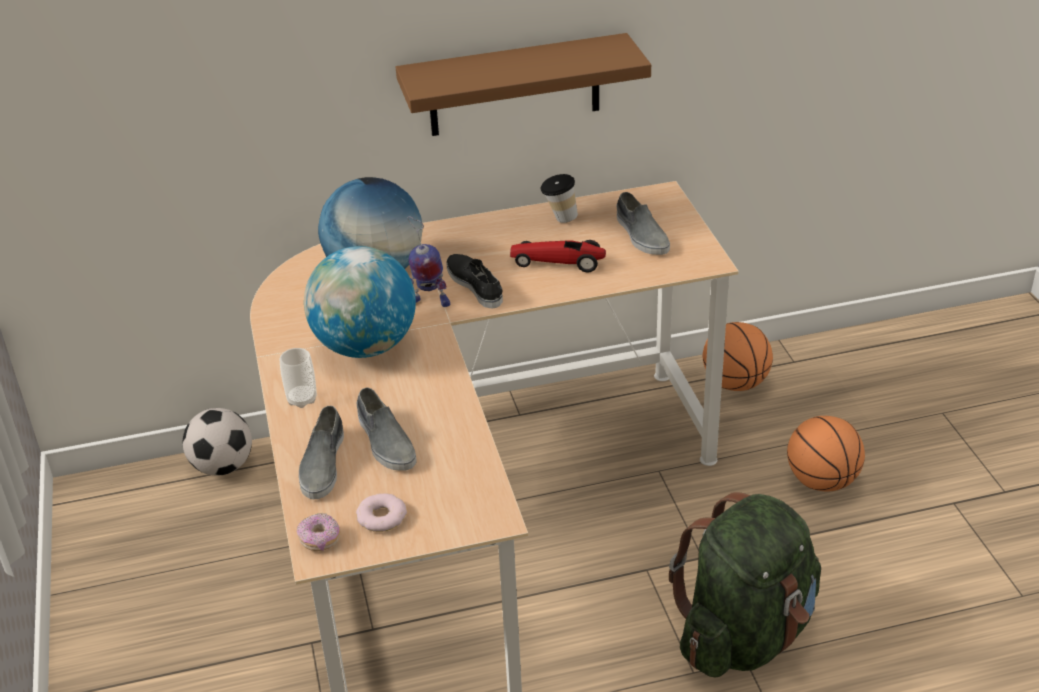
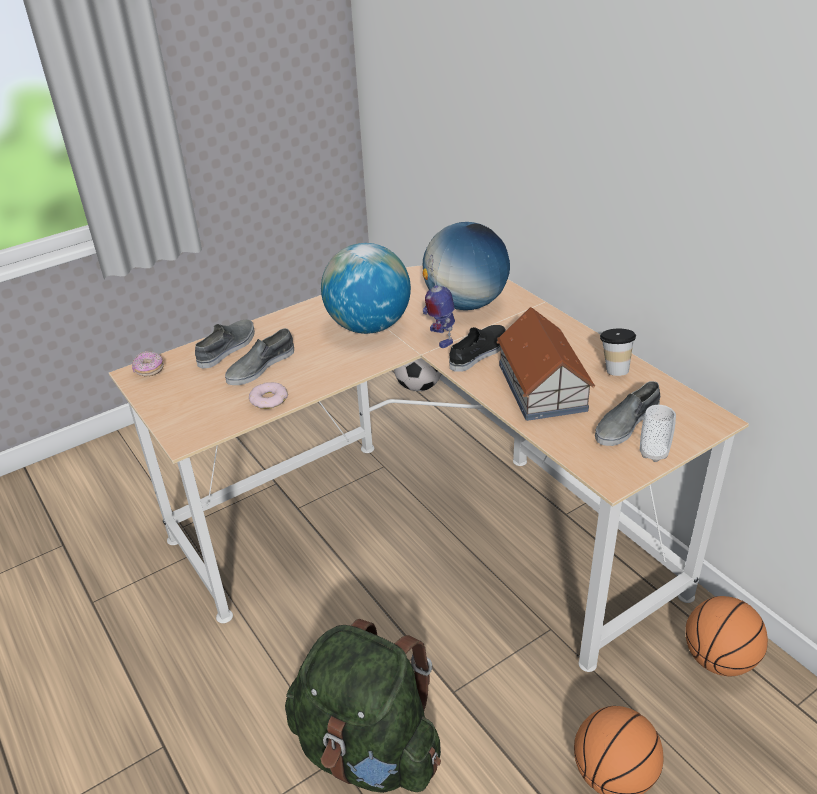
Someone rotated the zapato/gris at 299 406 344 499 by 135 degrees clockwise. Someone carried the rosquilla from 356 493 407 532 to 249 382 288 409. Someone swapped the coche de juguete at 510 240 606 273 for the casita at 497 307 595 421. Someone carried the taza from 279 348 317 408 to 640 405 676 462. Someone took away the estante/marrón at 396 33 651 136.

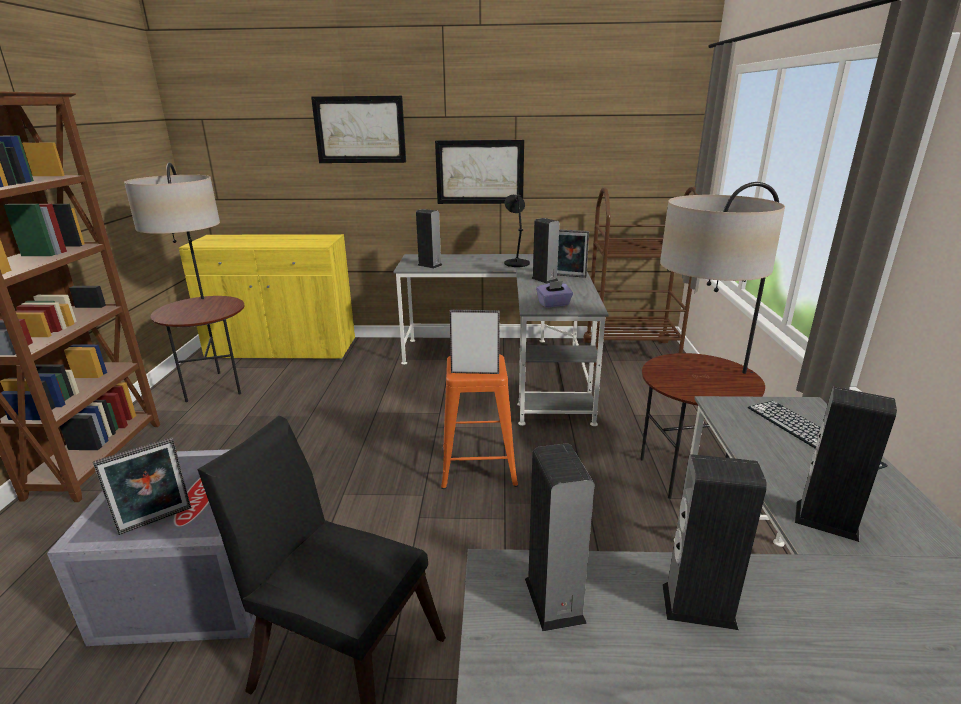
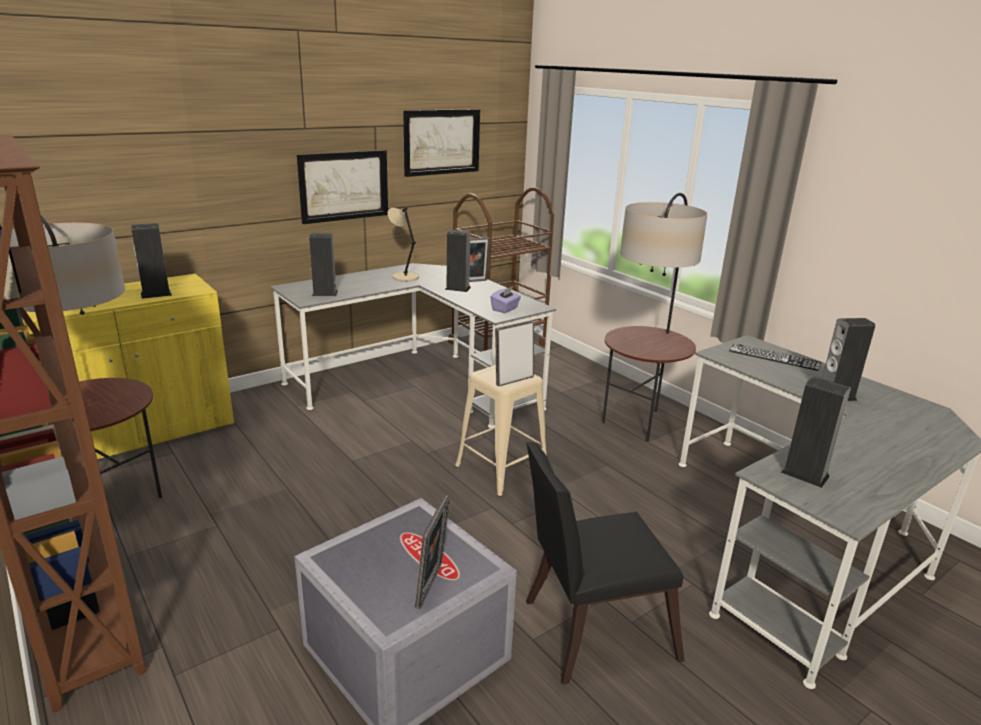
Someone carried the altavoz from 662 454 767 630 to 131 223 172 299. Someone repainted the lámpara de mesa/negro at 504 195 530 267, which became the lámpara de mesa/beis at 388 208 419 281. Someone carried the cuadro from 311 96 406 163 to 403 109 480 177. Someone repainted the taburete/naranja at 441 354 518 489, which became the taburete/beis at 455 365 547 497.

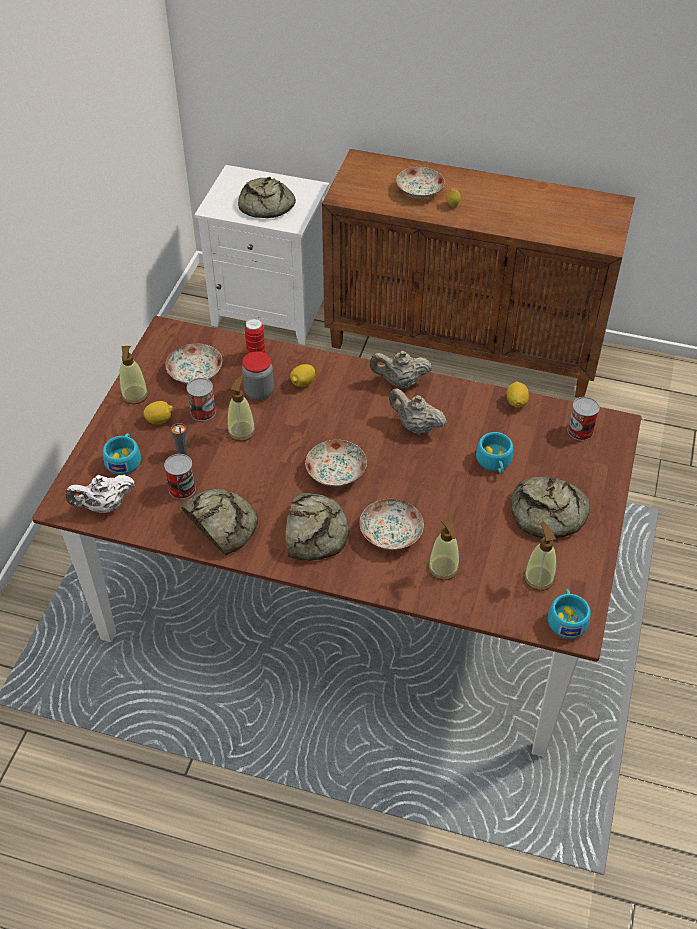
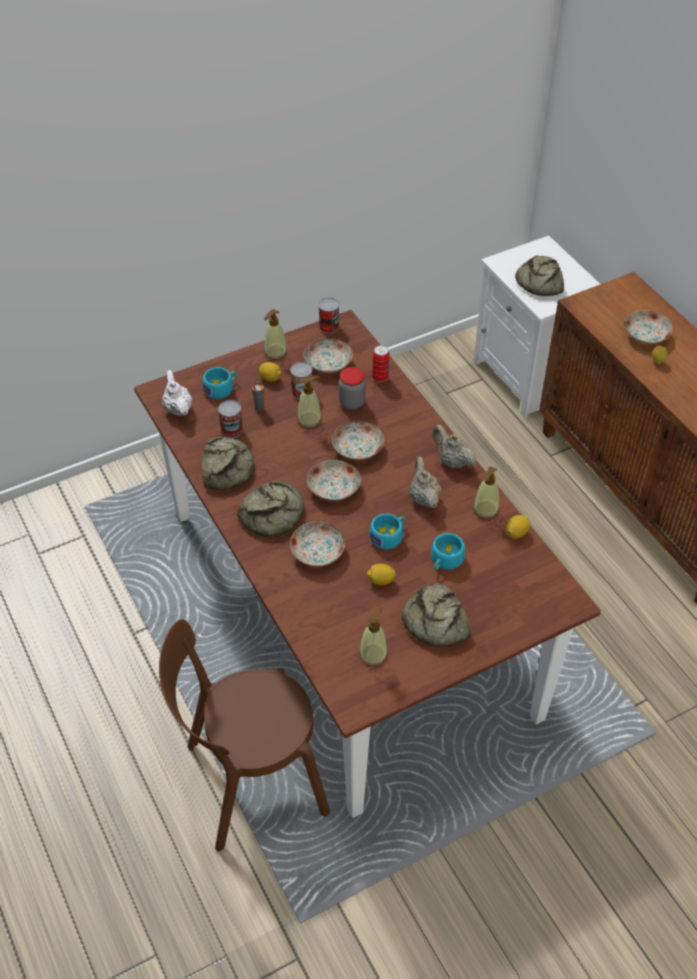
Someone put down the silla/marrón at 159 619 330 851. Someone rotated the tetera/blanco at 66 475 135 513 by 45 degrees clockwise. Someone carried the lata from 568 397 600 441 to 318 297 339 333. Someone put down the plato at 332 421 384 460. Someone carried the limón from 290 364 315 387 to 367 564 396 585. Someone carried the taza/turquesa from 548 589 591 639 to 369 513 405 550. Someone carried the dispensador de jabón from 428 519 459 580 to 473 466 499 519.

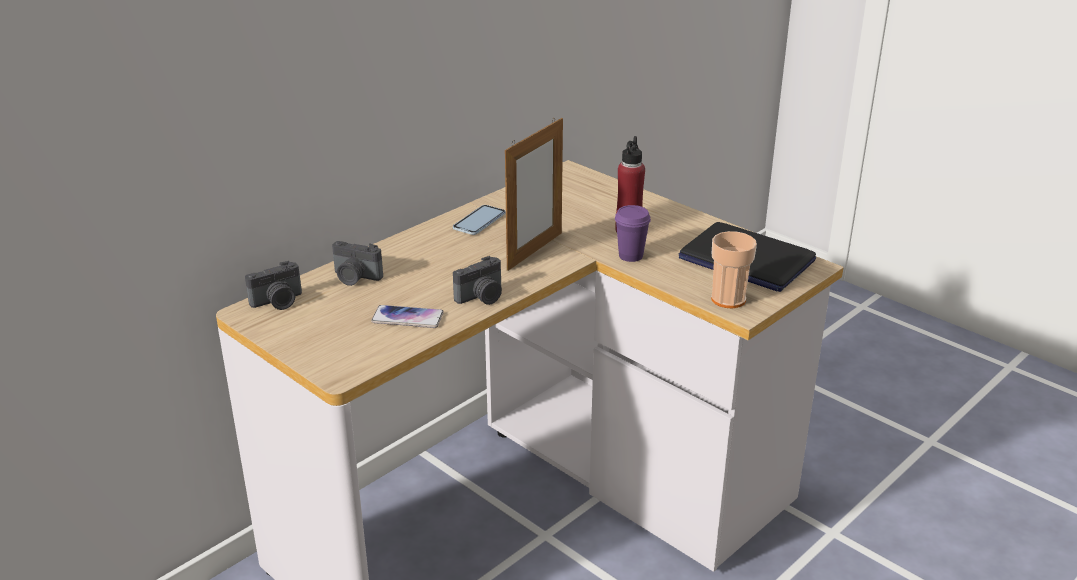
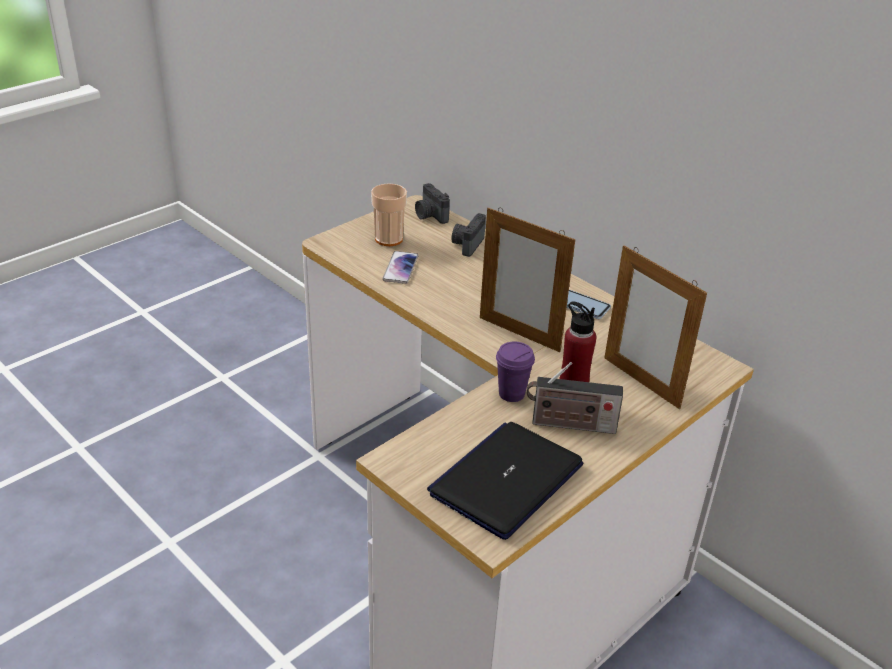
Someone carried the taza from 711 231 757 308 to 371 183 407 246. Someone put down the radio at 527 362 623 434. Someone put down the portarretratos at 604 245 707 409. Someone took away the cámara at 453 256 502 305.

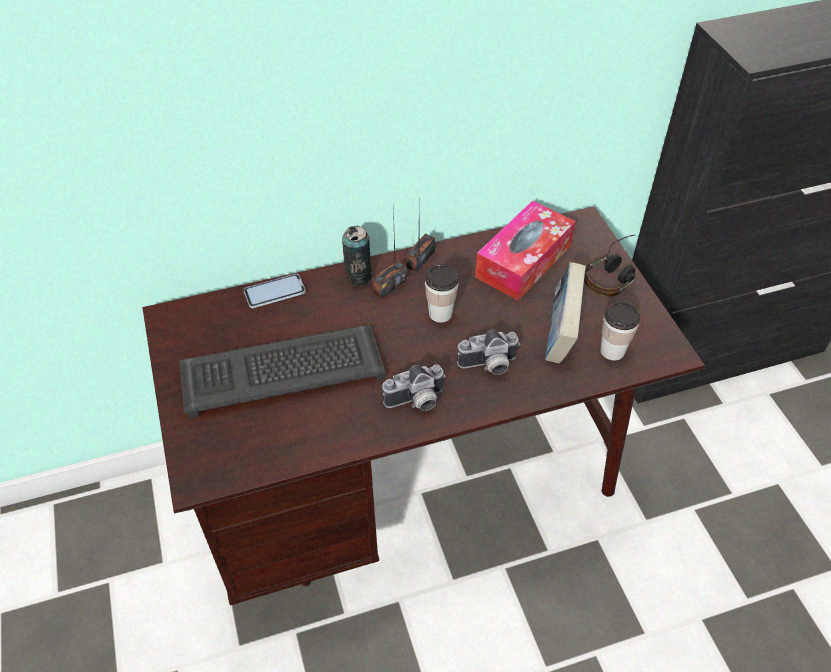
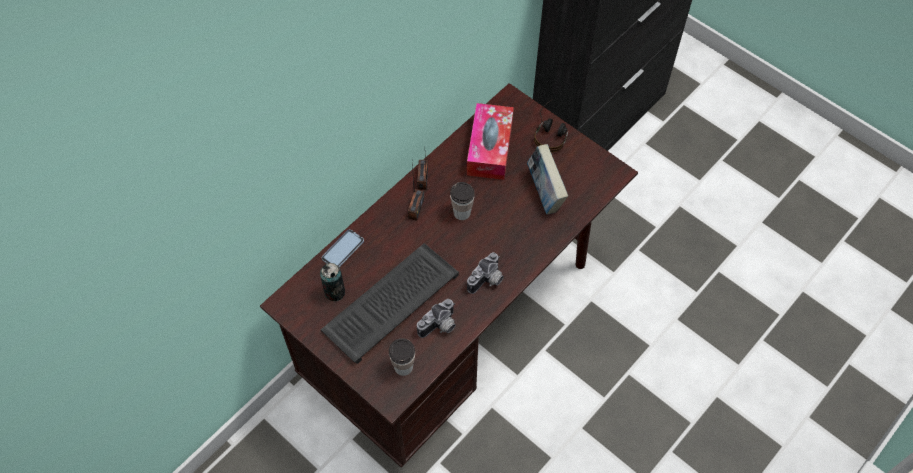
Someone carried the lata from 342 226 371 286 to 320 263 345 301. Someone carried the taza from 600 301 640 360 to 389 338 415 376. Someone carried the cámara from 457 330 521 375 to 417 299 456 338.

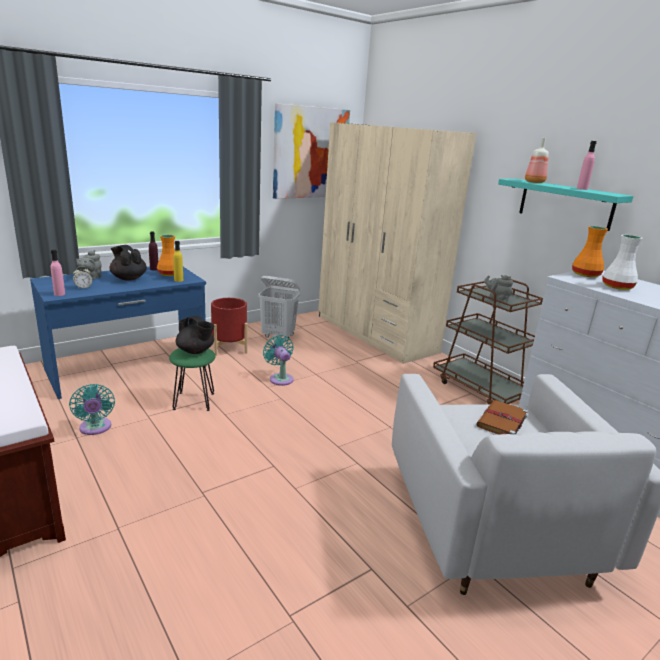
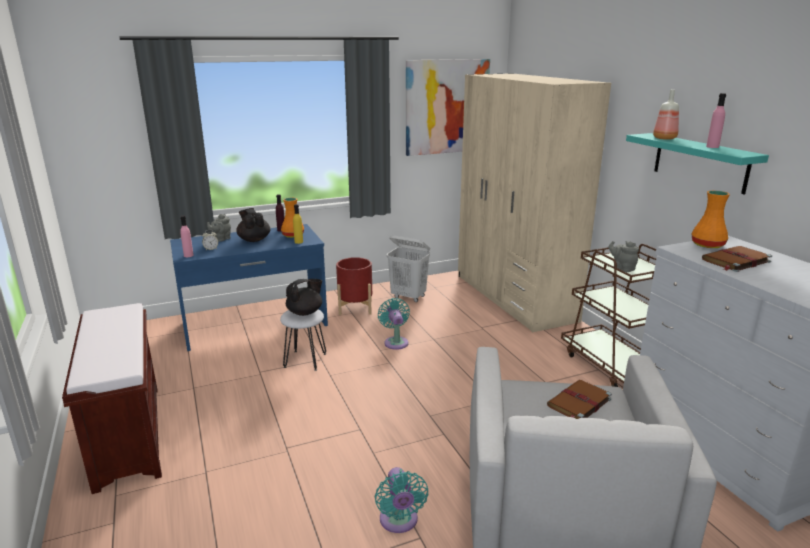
Someone repainted the taburete/verde at 169 348 215 411, which became the taburete/blanco at 280 309 326 371. Someone rotated the tetera/negro at 176 316 214 354 by 90 degrees counterclockwise. Someone carried the ventilador/turquesa from 69 384 115 435 to 375 467 428 533. Someone swapped the florero/blanco at 603 235 643 290 for the libro/marrón at 702 246 772 272.

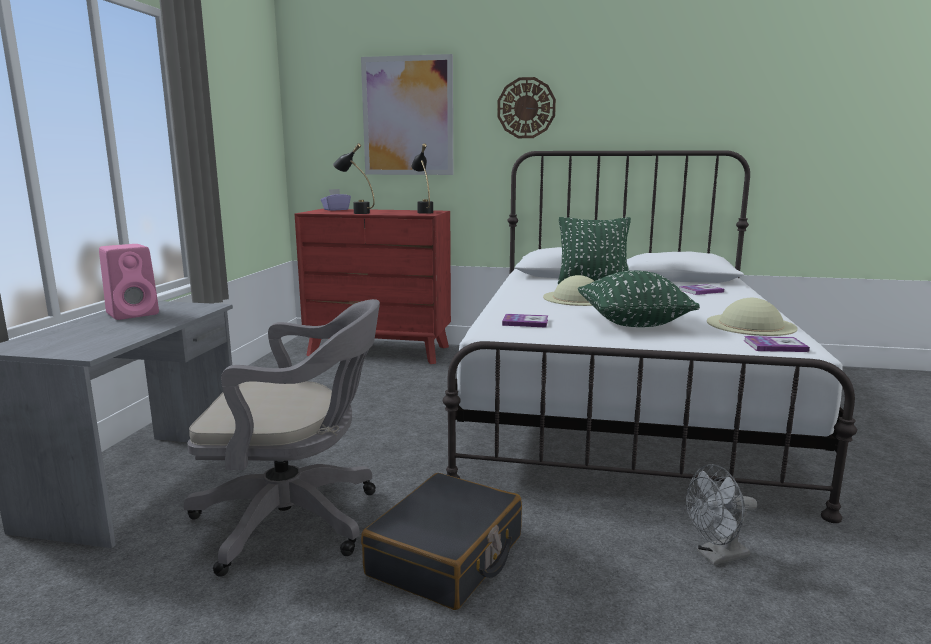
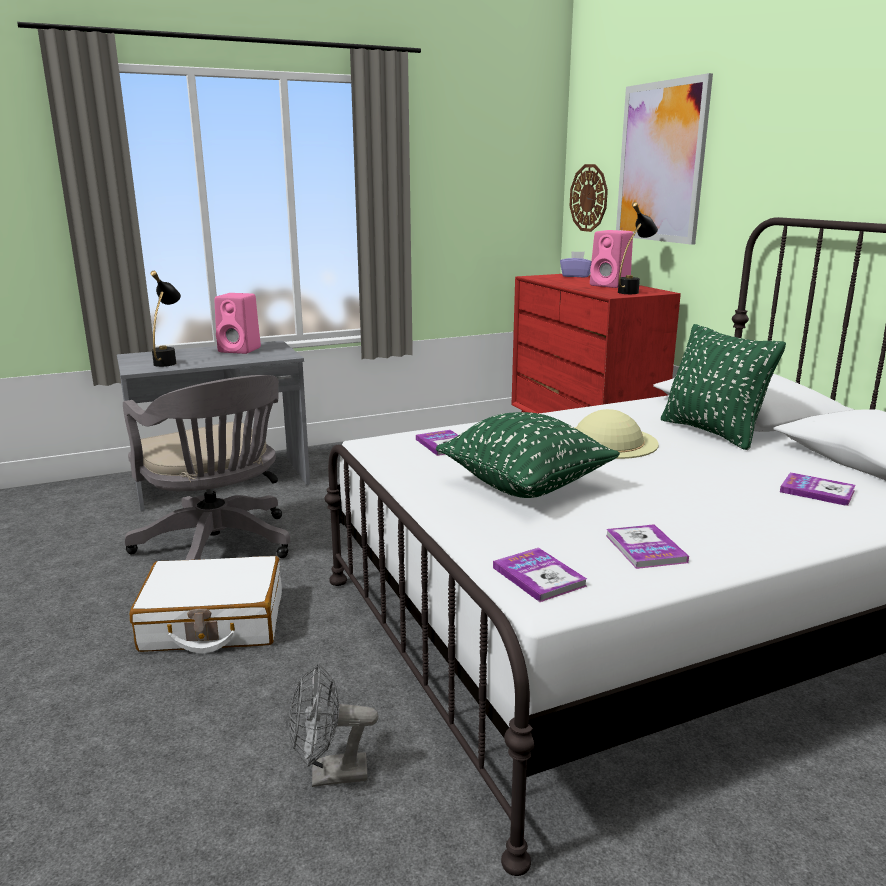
Someone repainted the maleta/negro at 361 473 522 610, which became the maleta/blanco at 130 556 282 653. Someone carried the lámpara de mesa/negro from 333 143 375 214 to 151 271 181 367. Someone rotated the ventilador/gris at 686 464 757 565 by 45 degrees counterclockwise. Someone carried the reloj de pared from 497 77 556 138 to 570 164 608 232. Someone put down the altavoz/rosa at 590 230 633 288. Someone swapped the sombrero/beis at 707 298 798 336 for the libro at 606 524 689 569.

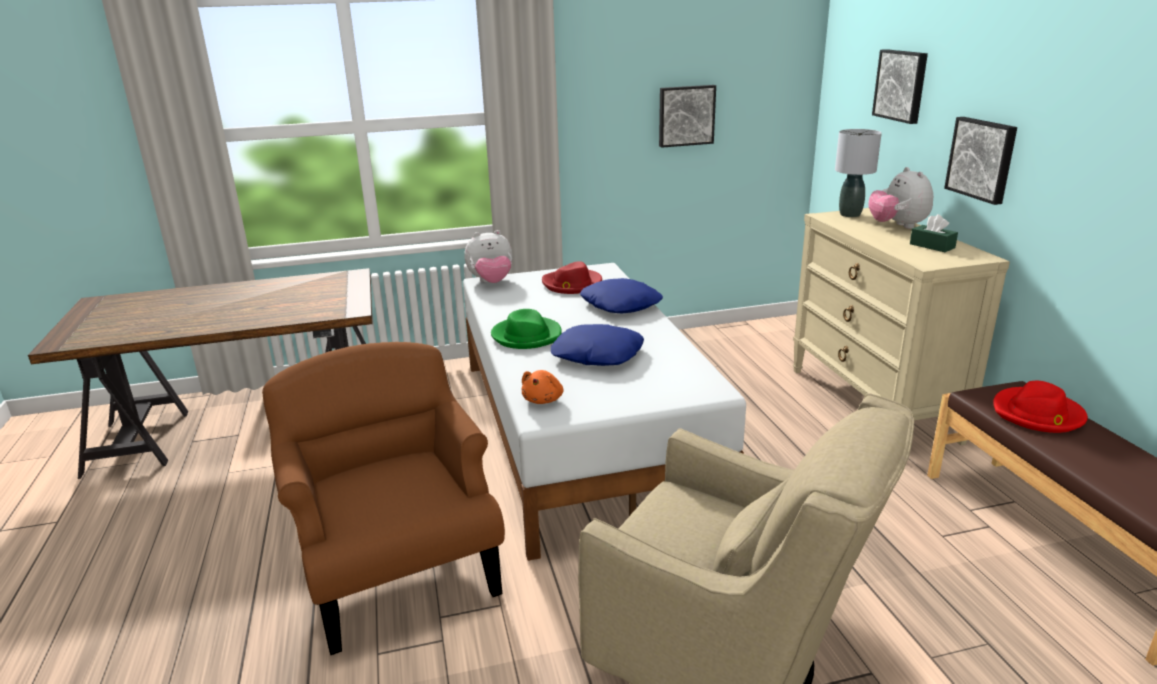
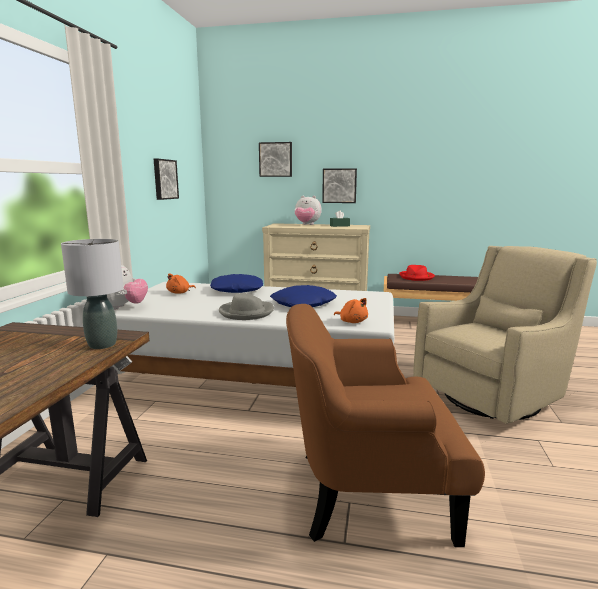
Someone carried the lámpara de mesa/gris from 835 129 882 217 to 61 239 123 349. Someone swapped the sombrero/rojo at 542 261 602 294 for the peluche/naranja at 166 273 196 294. Someone repainted the sombrero/verde at 491 309 562 349, which became the sombrero/gris at 219 293 274 320.

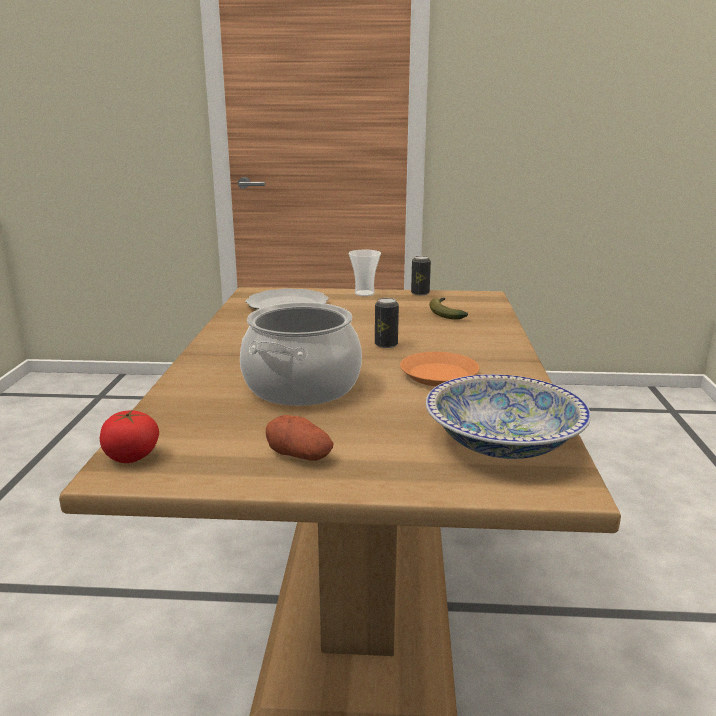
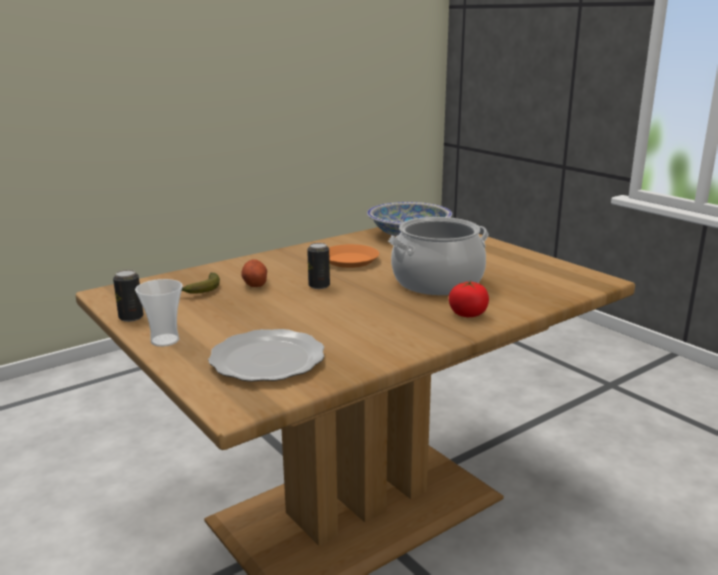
Someone carried the patata from 266 415 333 461 to 242 259 267 287. Someone carried the tomate from 100 410 159 463 to 449 281 489 317.

